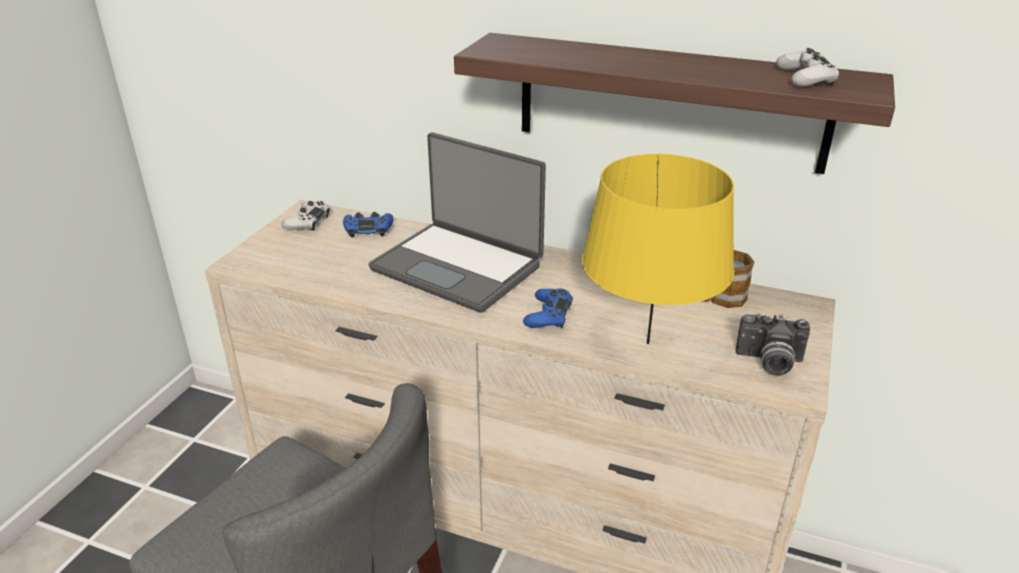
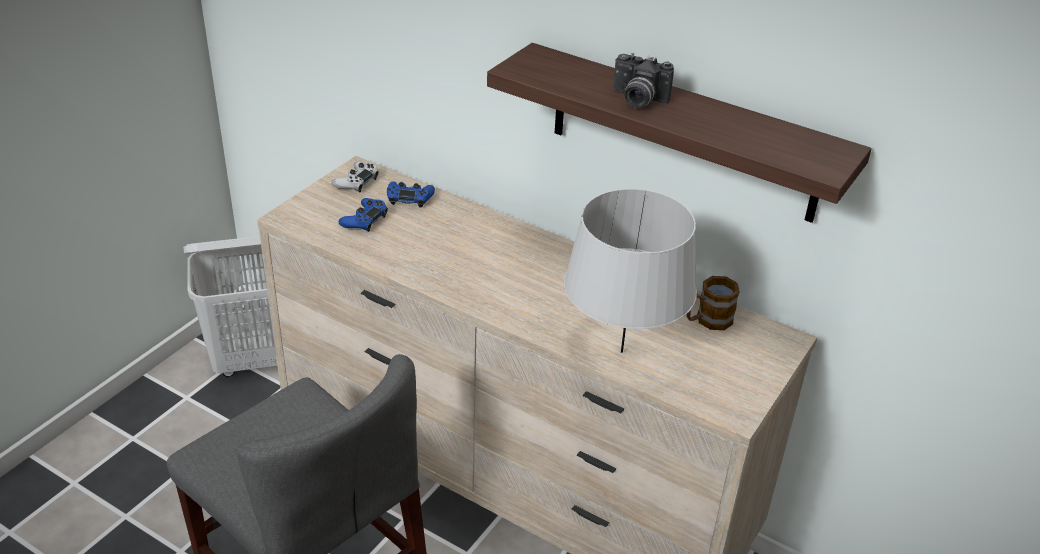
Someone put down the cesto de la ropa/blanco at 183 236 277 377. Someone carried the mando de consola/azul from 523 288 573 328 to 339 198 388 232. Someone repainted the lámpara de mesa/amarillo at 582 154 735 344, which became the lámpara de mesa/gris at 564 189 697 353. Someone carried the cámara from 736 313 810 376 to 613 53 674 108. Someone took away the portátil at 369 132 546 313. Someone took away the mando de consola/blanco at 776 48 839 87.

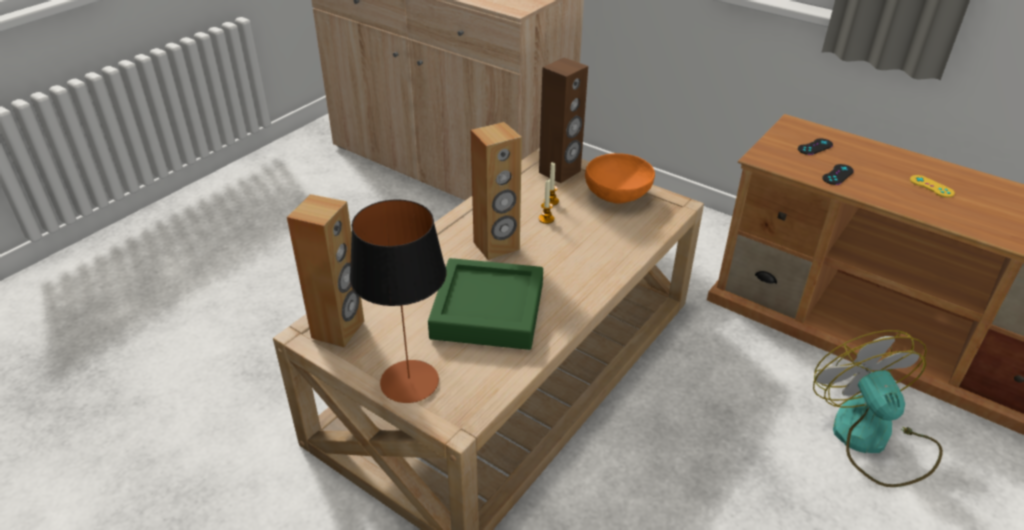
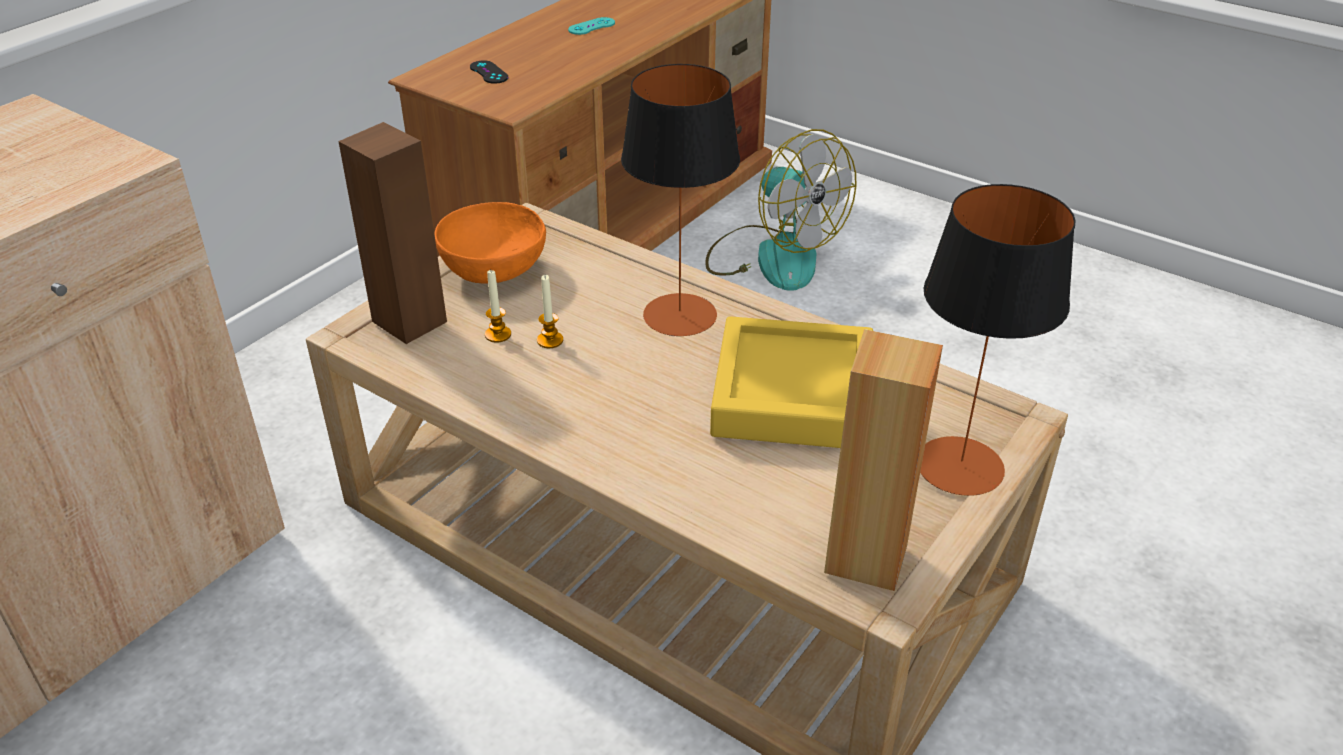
Someone repainted the mando de consola/amarillo at 910 175 955 198, which became the mando de consola/turquesa at 568 17 615 35. Someone put down the lámpara de mesa at 621 64 740 336. Someone rotated the ventilador at 813 330 943 487 by 120 degrees counterclockwise. Someone repainted the bandeja/verde at 428 258 543 350, which became the bandeja/amarillo at 710 316 873 448. Someone took away the altavoz/marrón at 471 122 522 260. Someone took away the mando de consola/negro at 822 164 854 185.

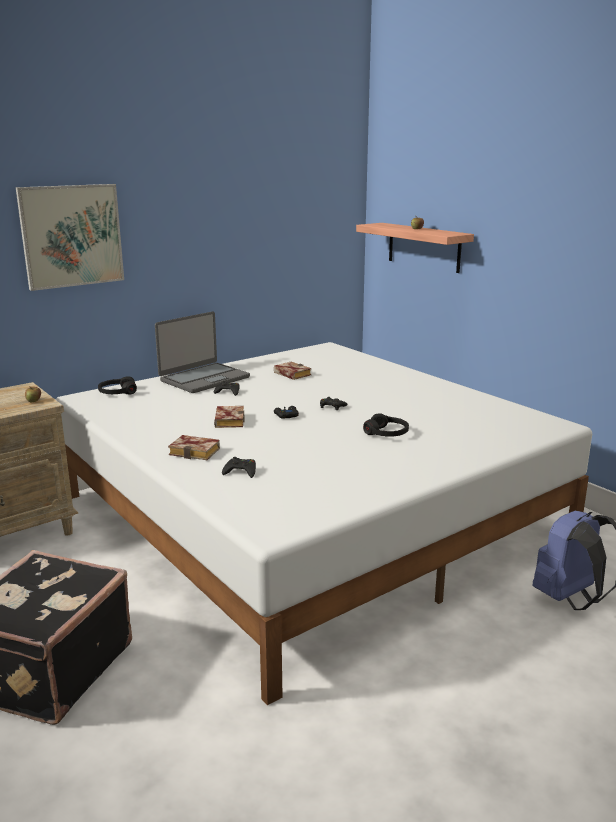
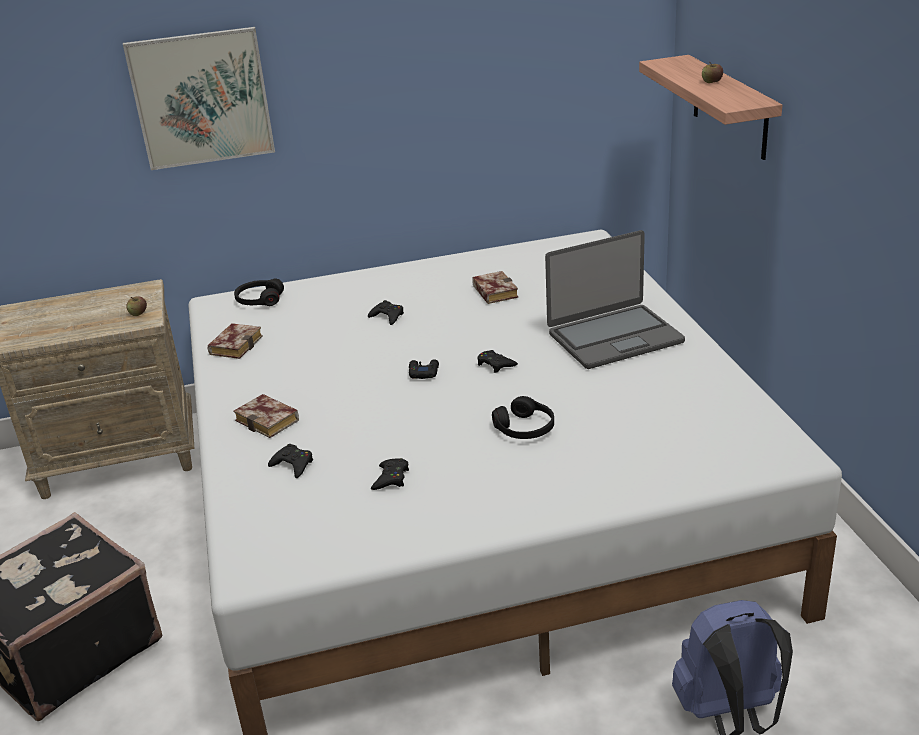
Someone carried the libro from 214 406 245 428 to 208 323 263 359. Someone put down the mando de consola/negro at 371 458 409 490. Someone carried the portátil from 155 311 250 393 to 545 230 685 369.

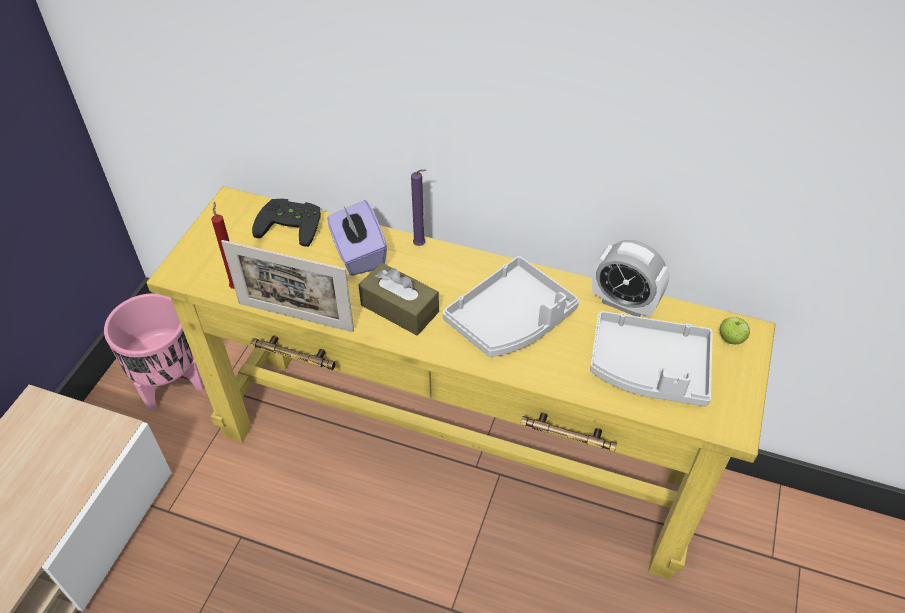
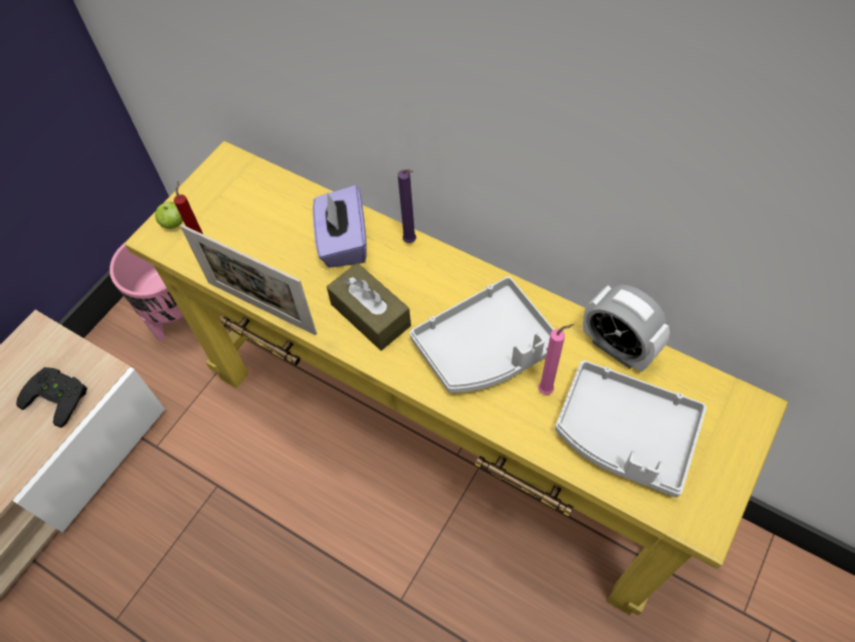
Someone carried the mando de consola/negro from 252 199 321 247 to 16 367 87 428. Someone carried the manzana from 720 317 750 344 to 155 202 183 229. Someone put down the vela/rosa at 538 324 574 395.

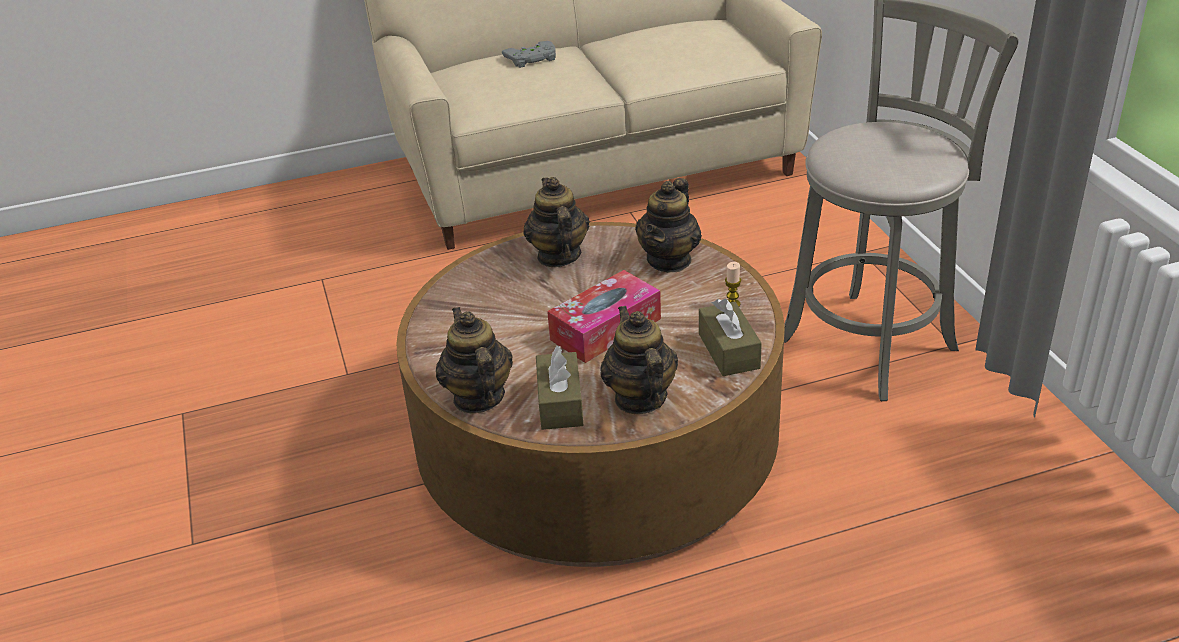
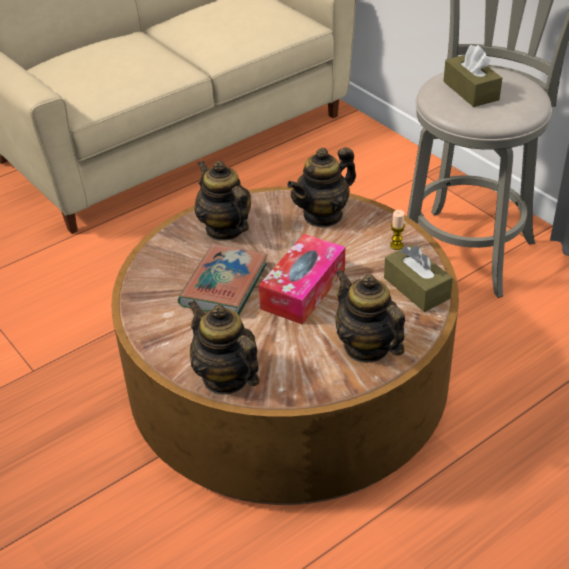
Someone put down the libro at 178 244 268 315. Someone rotated the tetera at 635 178 702 272 by 45 degrees clockwise. Someone carried the caja de pañuelos/marrón from 536 346 583 430 to 443 45 502 107. Someone took away the mando de consola/gris at 502 41 556 68.

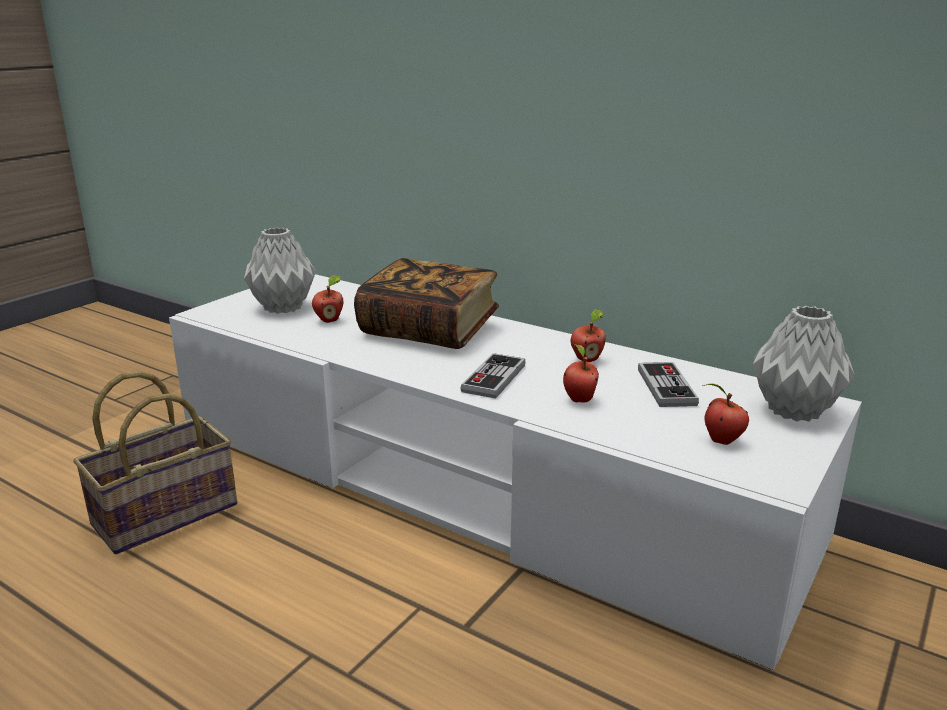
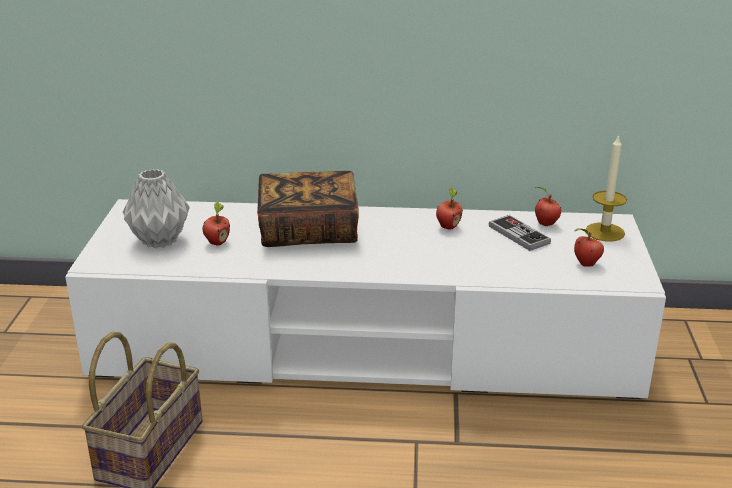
Someone carried the manzana from 563 344 599 402 to 535 187 561 226. Someone swapped the florero/gris at 752 306 855 422 for the vela at 586 134 627 241. Someone took away the mando de consola at 460 353 525 399.

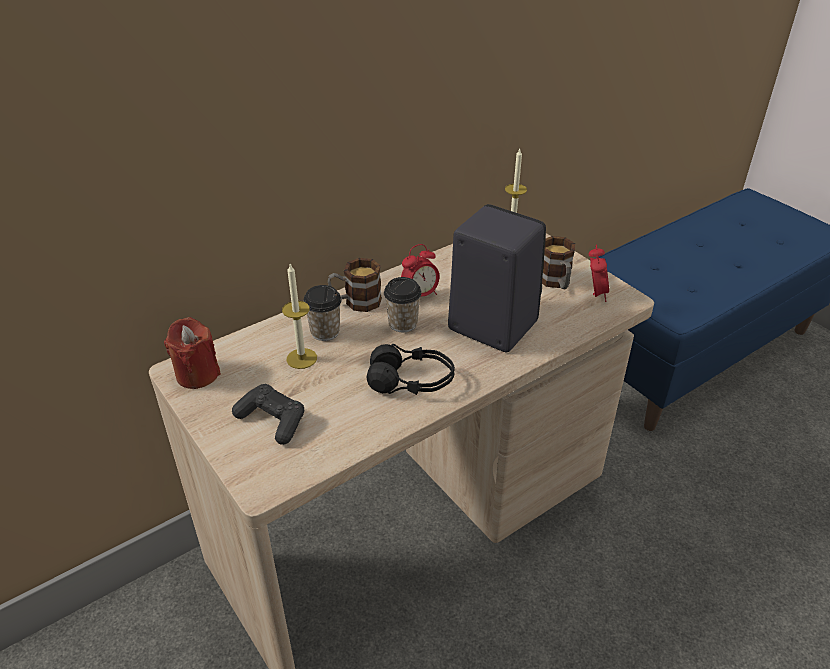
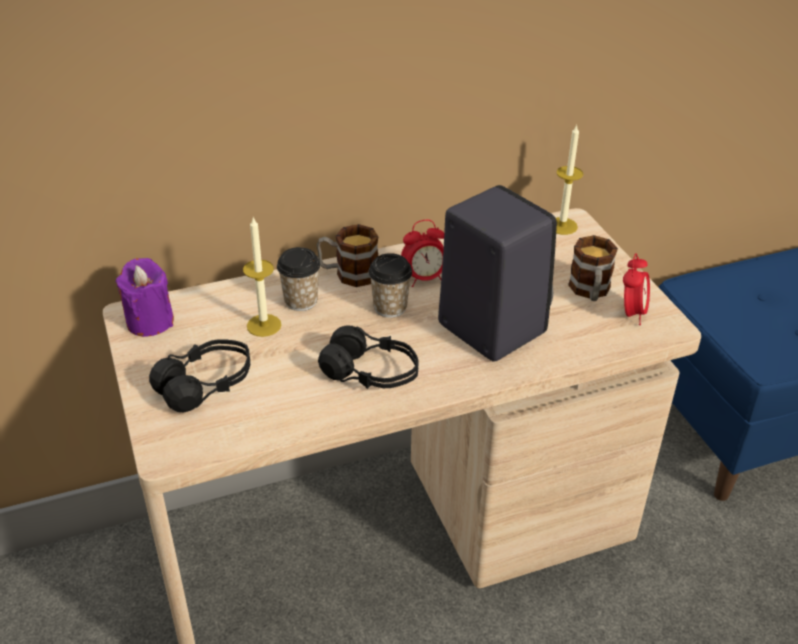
Someone repainted the vela/rojo at 164 317 221 389, which became the vela/morado at 115 258 174 337. Someone swapped the mando de consola/negro at 232 384 304 445 for the auriculares/negro at 149 339 250 412.

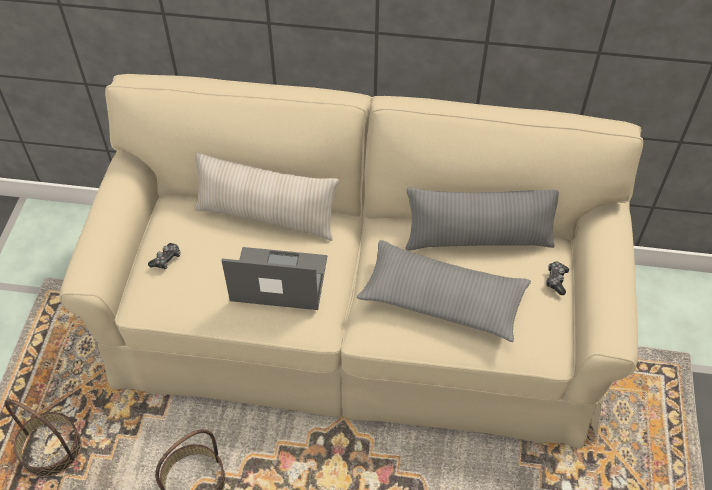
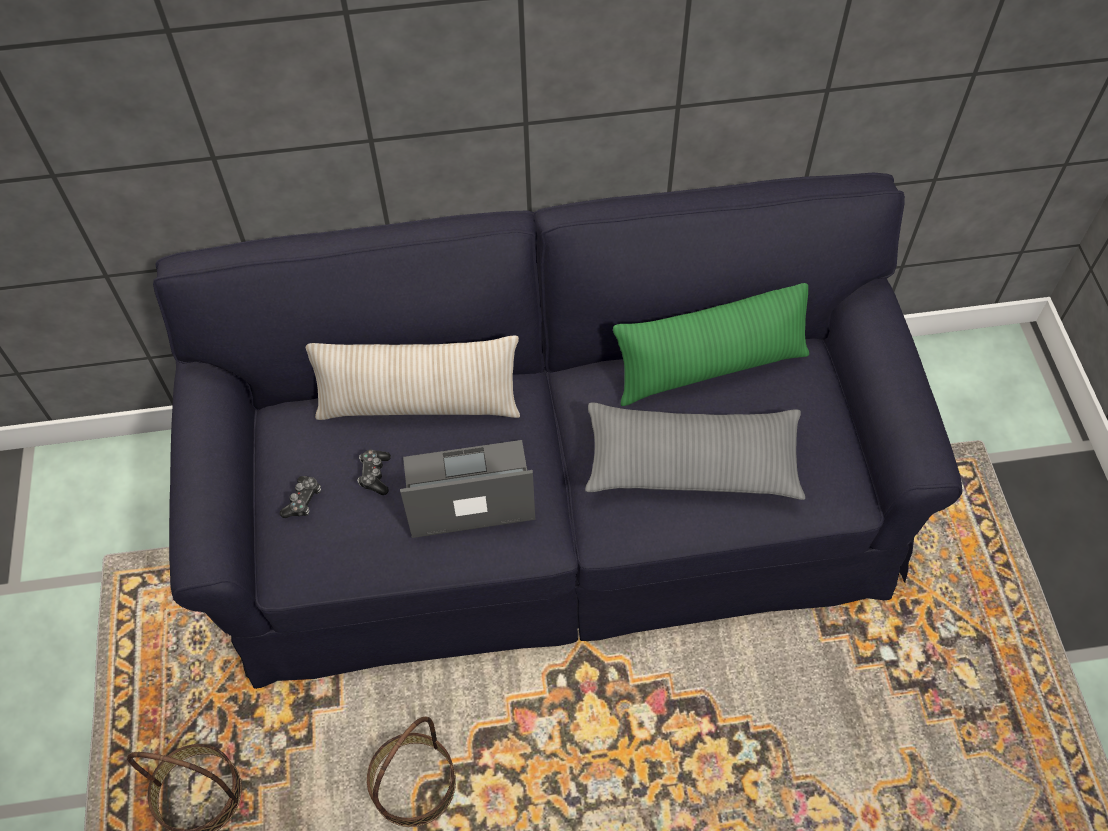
Someone repainted the sofá/beis at 59 74 643 449, which became the sofá/negro at 153 173 963 689. Someone carried the mando de consola from 546 262 569 295 to 357 449 391 495. Someone repainted the cojín/gris at 405 187 559 250, which became the cojín/verde at 613 283 809 406.

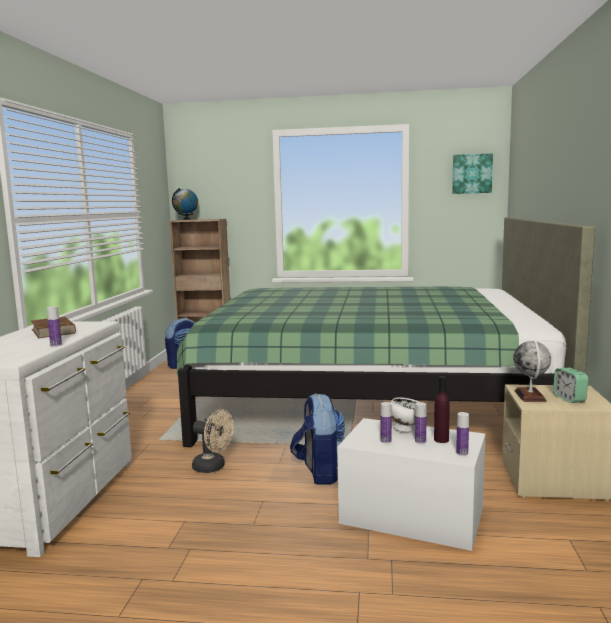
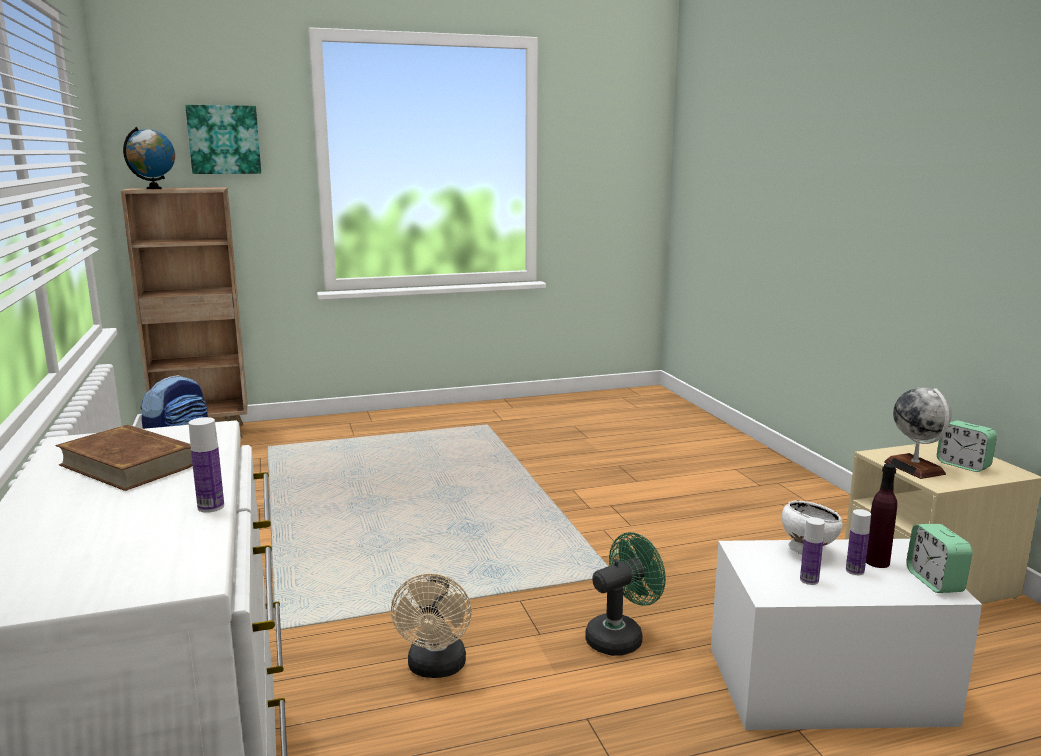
Someone carried the cuadro from 452 154 493 194 to 185 105 261 174. Someone rotated the ventilador/beis at 192 409 234 473 by 90 degrees clockwise. Someone swapped the mochila at 290 393 345 484 for the ventilador/verde at 585 532 666 656. Someone swapped the botella at 456 412 469 456 for the despertador at 906 524 973 593. Someone took away the cama/verde at 177 217 595 447.

